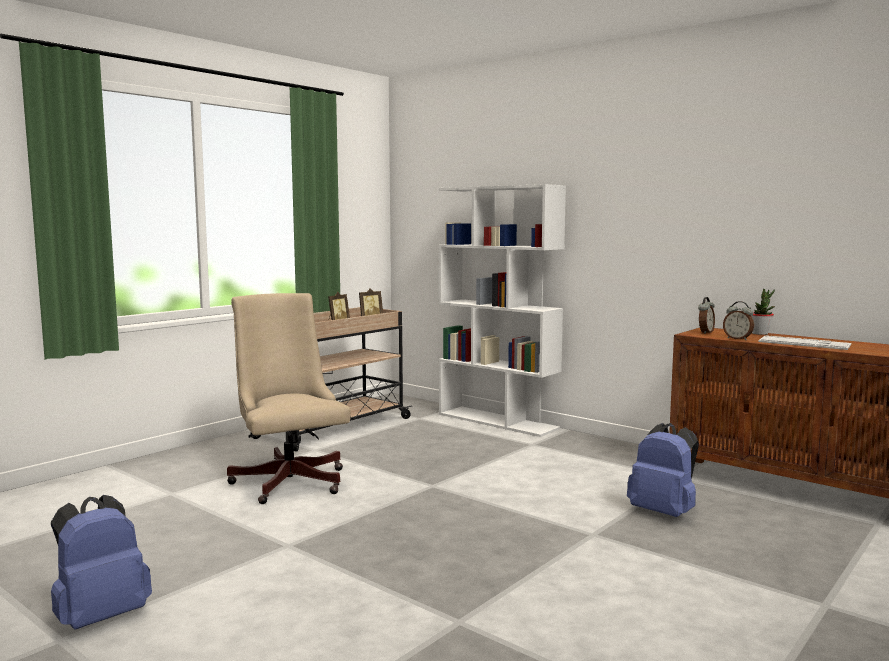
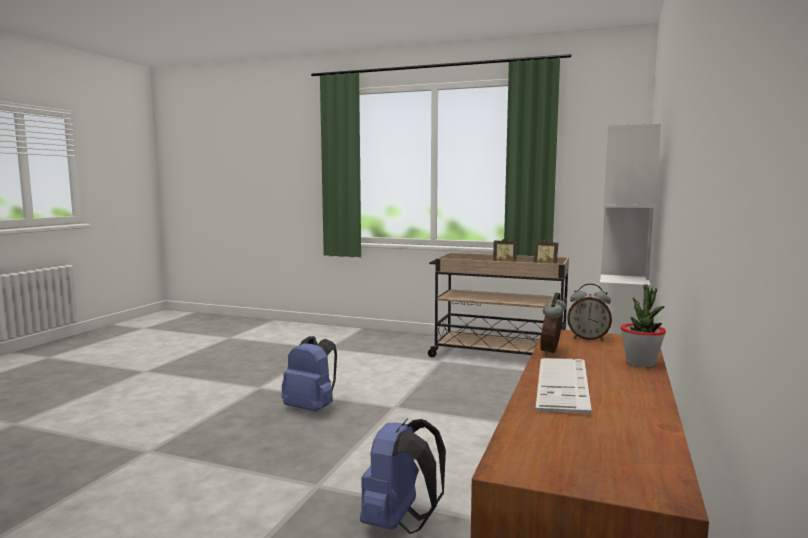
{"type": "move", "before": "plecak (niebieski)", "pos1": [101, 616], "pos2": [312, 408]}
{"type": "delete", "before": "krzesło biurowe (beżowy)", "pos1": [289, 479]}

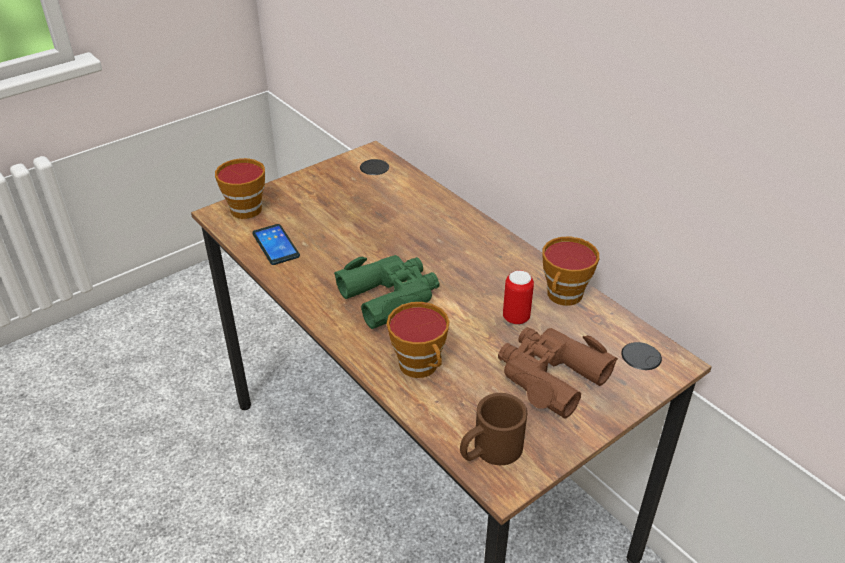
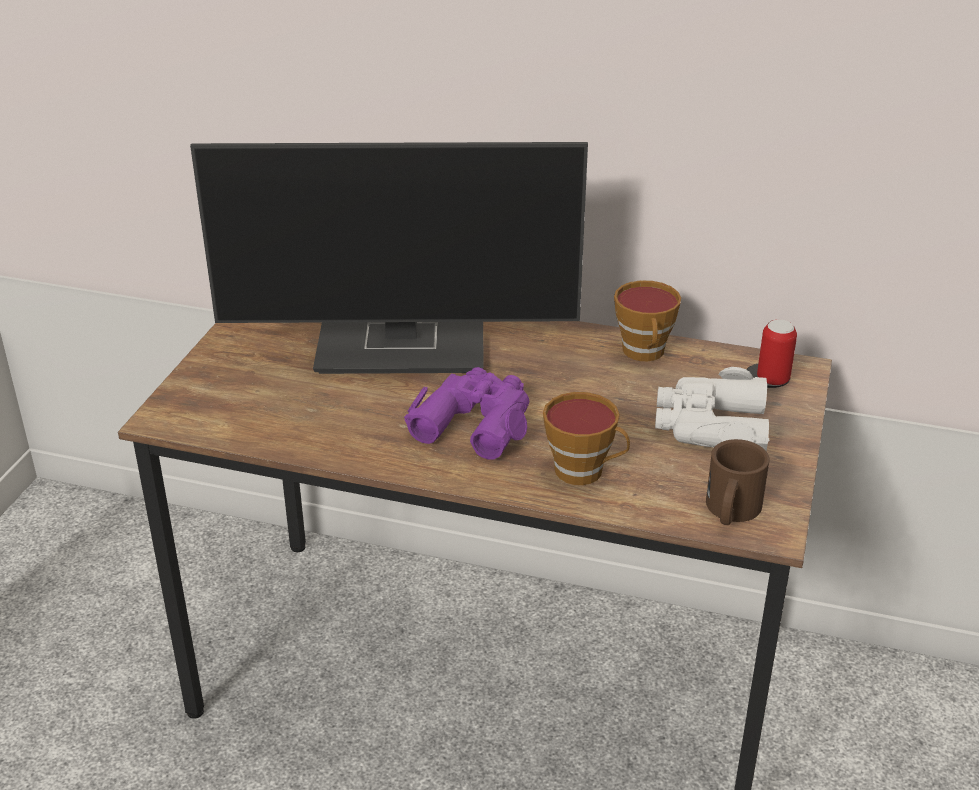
{"type": "insert", "after": "monitor", "pos2": [405, 346]}
{"type": "recolor", "before": "lornetka (zielony)", "after": "lornetka (fioletowy)", "pos1": [390, 296], "pos2": [475, 422]}
{"type": "recolor", "before": "lornetka (brązowy)", "after": "lornetka (biały)", "pos1": [550, 376], "pos2": [711, 426]}
{"type": "move", "before": "puszka", "pos1": [516, 318], "pos2": [773, 380]}
{"type": "delete", "before": "filiżanka", "pos1": [248, 207]}
{"type": "delete", "before": "telefon", "pos1": [275, 245]}

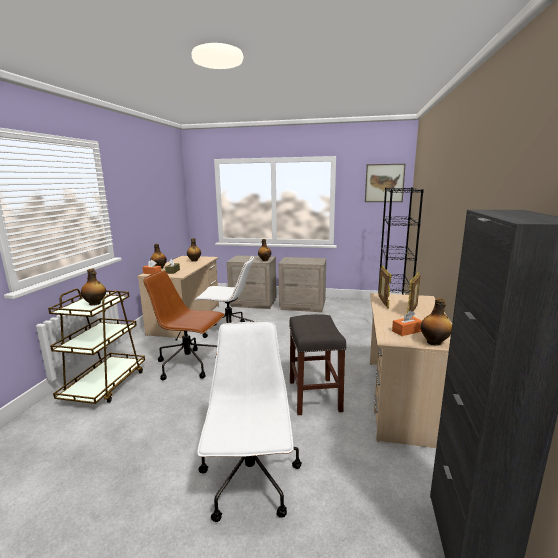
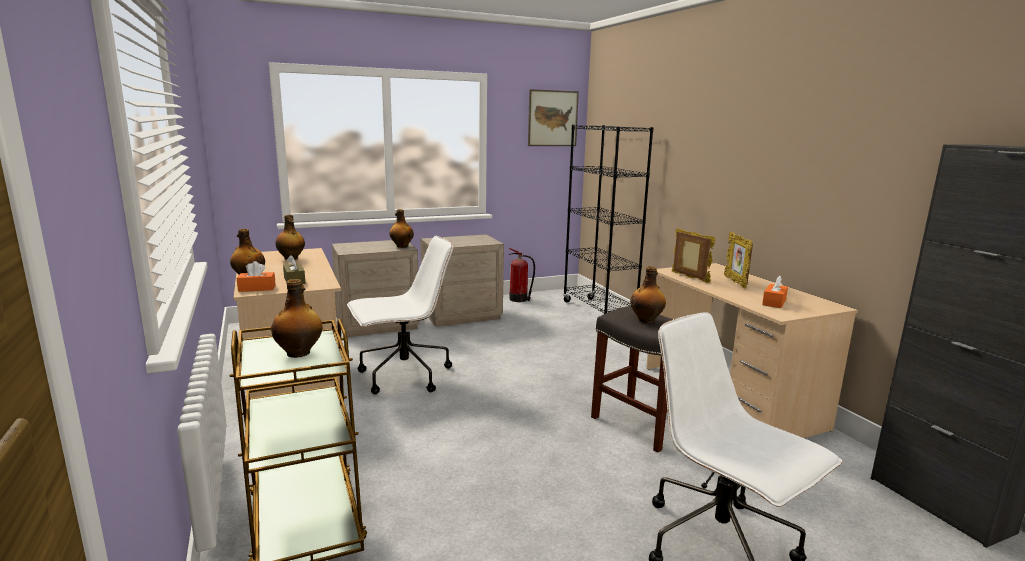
{"type": "insert", "after": "gaśnica", "pos2": [519, 299]}
{"type": "move", "before": "butelka", "pos1": [434, 342], "pos2": [646, 320]}
{"type": "delete", "before": "krzesło biurowe (brązowy)", "pos1": [189, 365]}

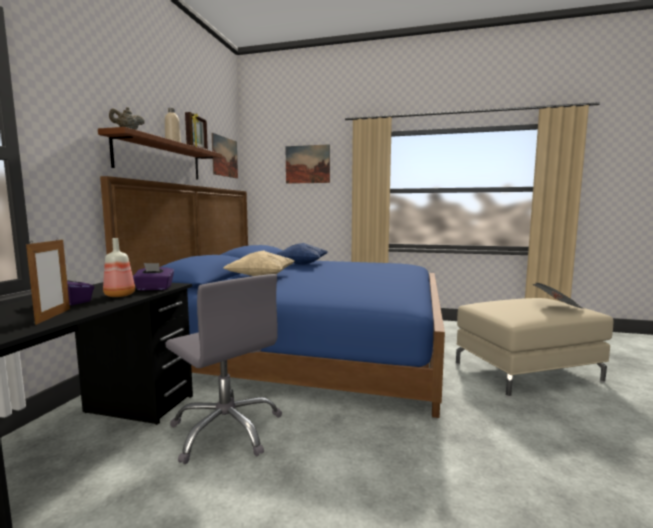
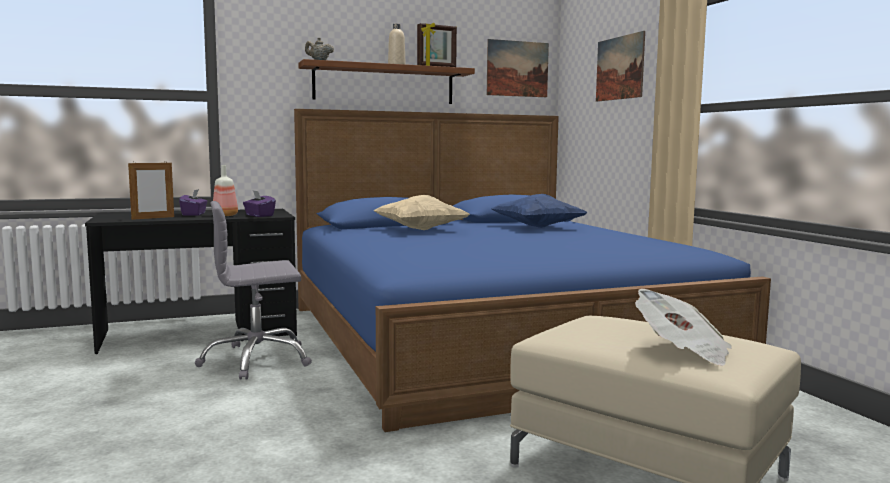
{"type": "rotate", "before": "krzesło biurowe (szary)", "pos1": [227, 429], "pos2": [256, 360], "turn": 60}

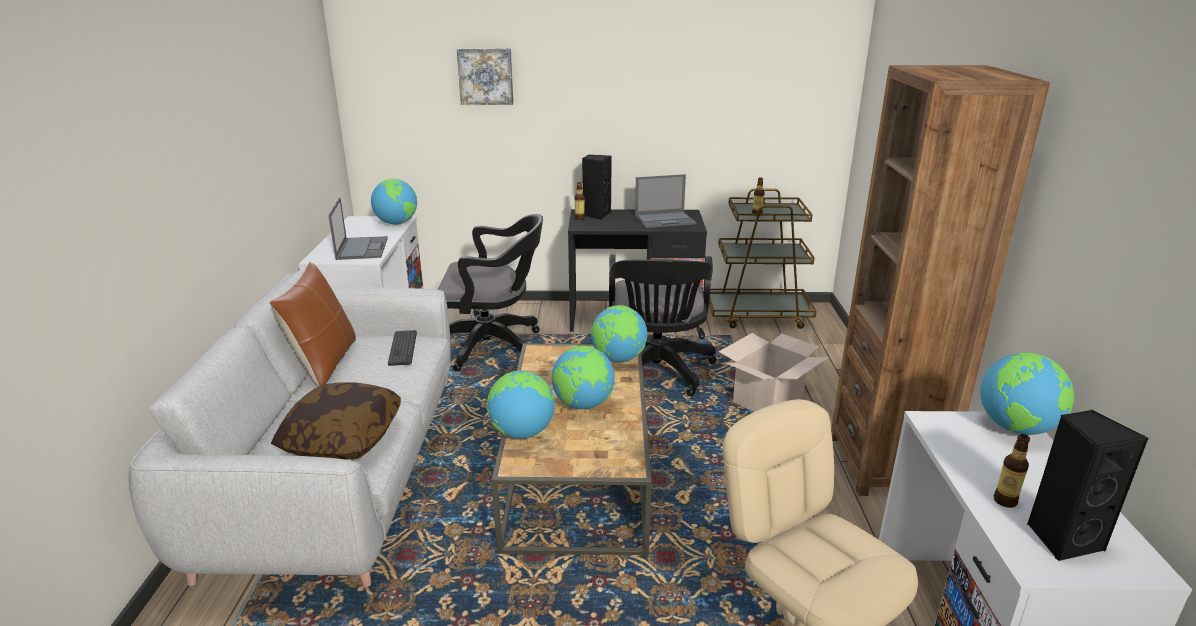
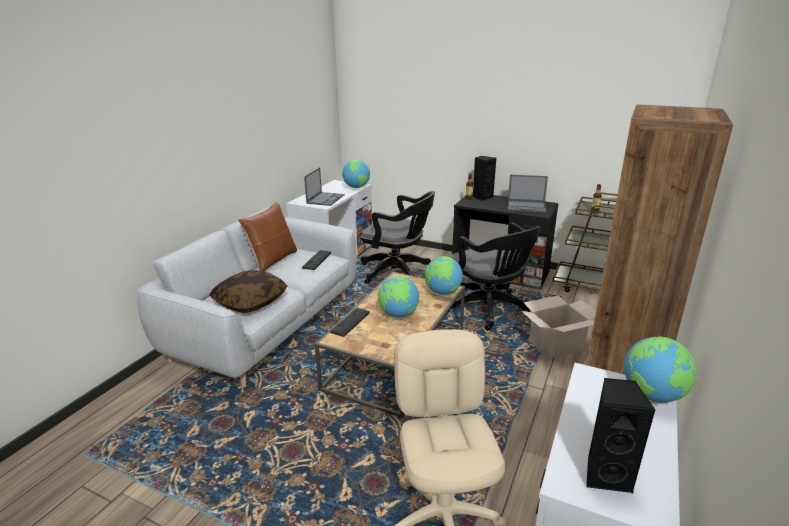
{"type": "replace", "before": "globus", "after": "klawiatura", "pos1": [522, 433], "pos2": [350, 322]}
{"type": "rotate", "before": "krzesło biurowe (czarny)", "pos1": [656, 372], "pos2": [490, 310], "turn": -60}
{"type": "delete", "before": "obraz", "pos1": [486, 76]}
{"type": "delete", "before": "butelka", "pos1": [1005, 501]}

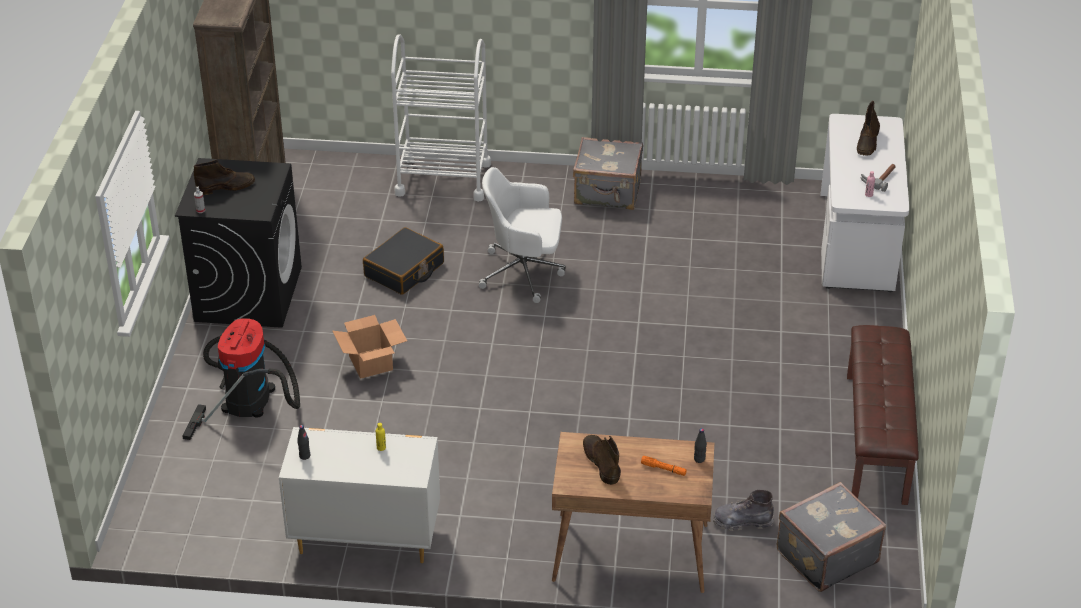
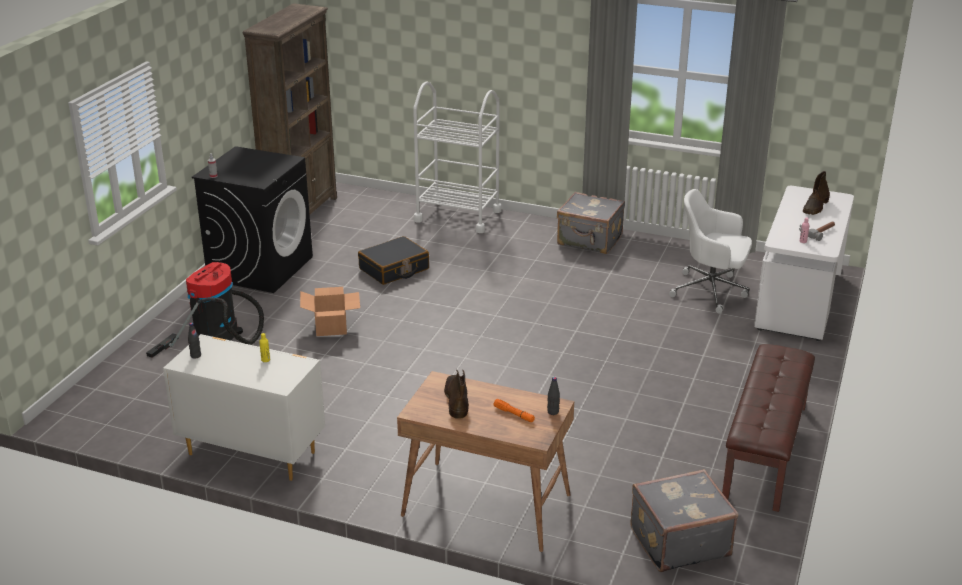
{"type": "move", "before": "krzesło biurowe (biały)", "pos1": [524, 273], "pos2": [711, 291]}
{"type": "delete", "before": "but z cholewką (brązowy)", "pos1": [226, 187]}
{"type": "delete", "before": "but z cholewką (szary)", "pos1": [742, 521]}

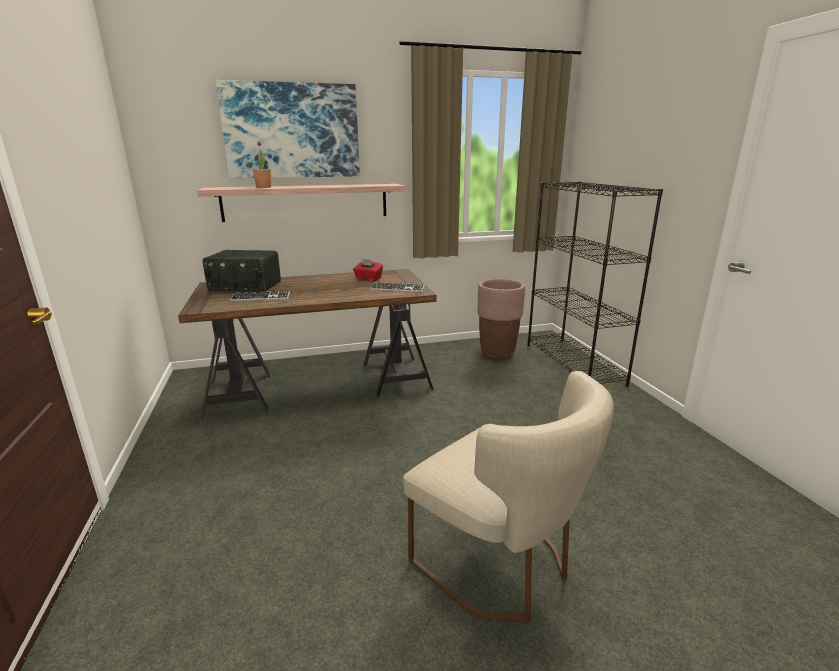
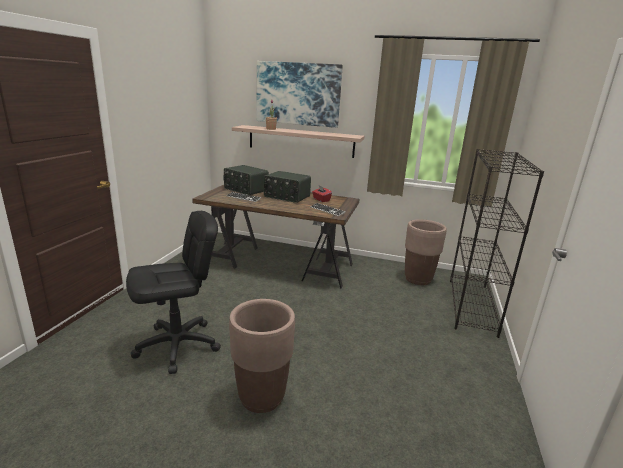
{"type": "insert", "after": "krzesło biurowe (czarny)", "pos2": [178, 345]}
{"type": "replace", "before": "krzesło (beżowy)", "after": "donica (brązowy)", "pos1": [501, 565], "pos2": [261, 397]}
{"type": "insert", "after": "radio", "pos2": [286, 197]}

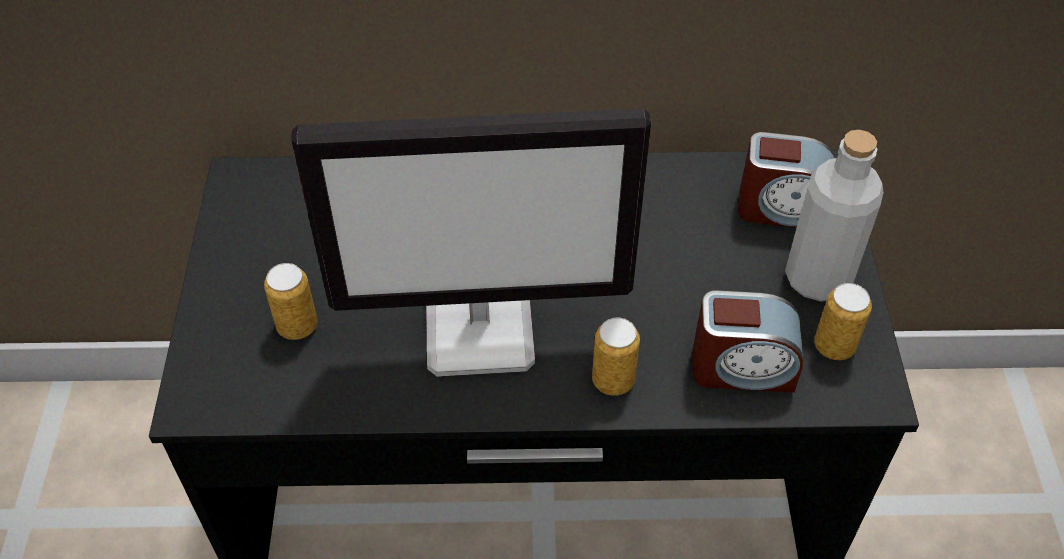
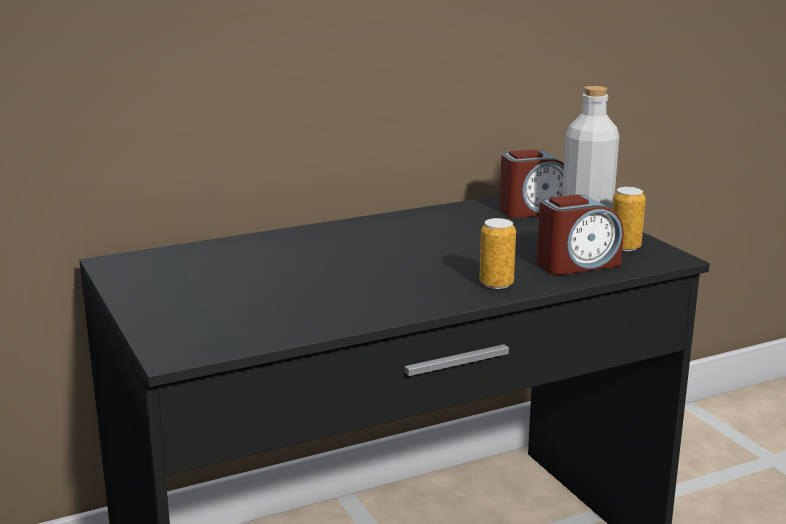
{"type": "delete", "before": "puszka", "pos1": [297, 326]}
{"type": "delete", "before": "monitor", "pos1": [482, 330]}

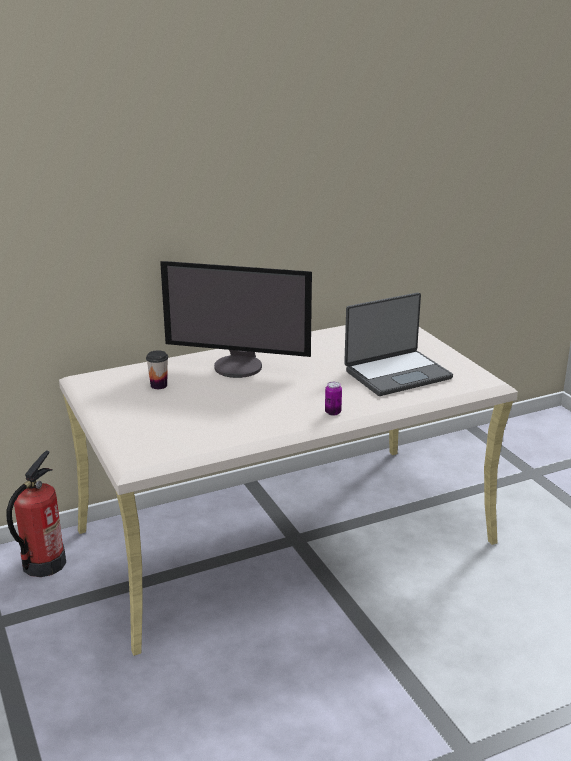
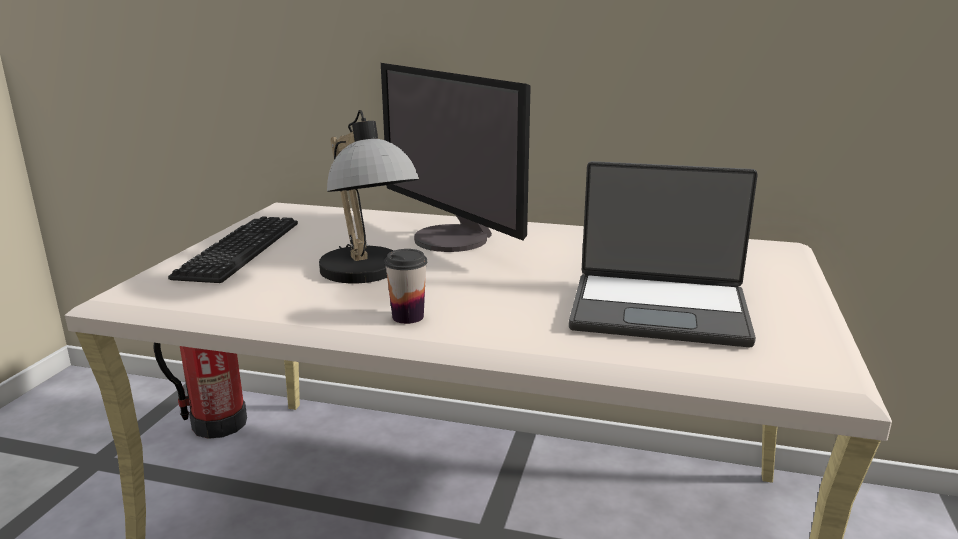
{"type": "insert", "after": "klawiatura", "pos2": [240, 250]}
{"type": "insert", "after": "lampa stołowa", "pos2": [368, 276]}
{"type": "move", "before": "filiżanka", "pos1": [159, 385], "pos2": [408, 317]}
{"type": "delete", "before": "puszka", "pos1": [333, 412]}

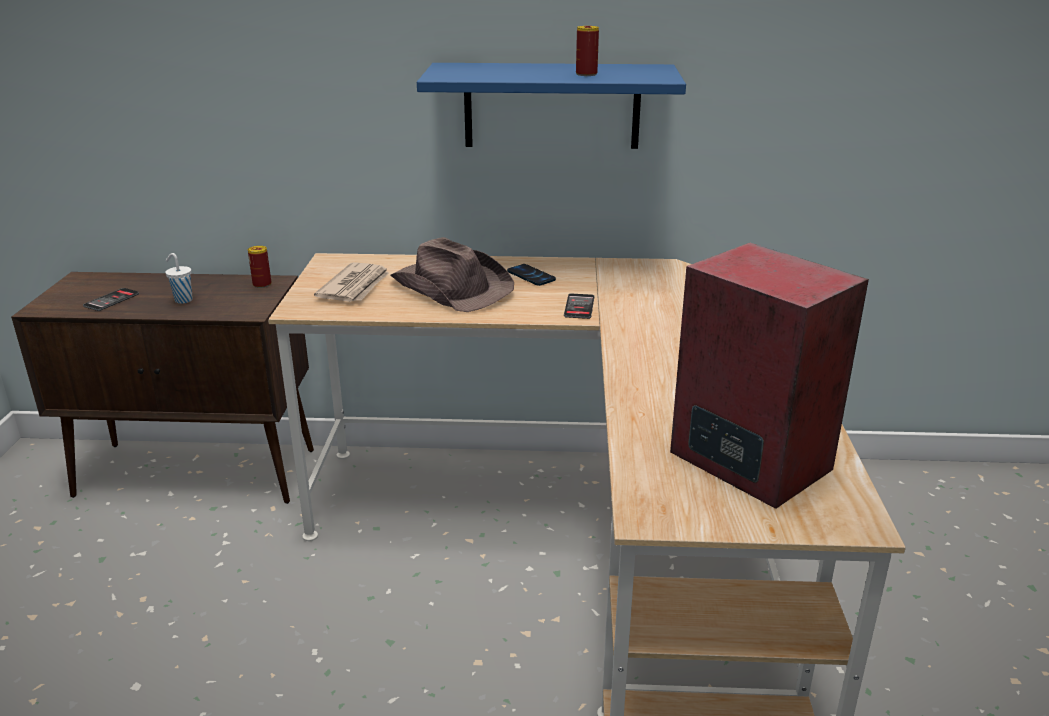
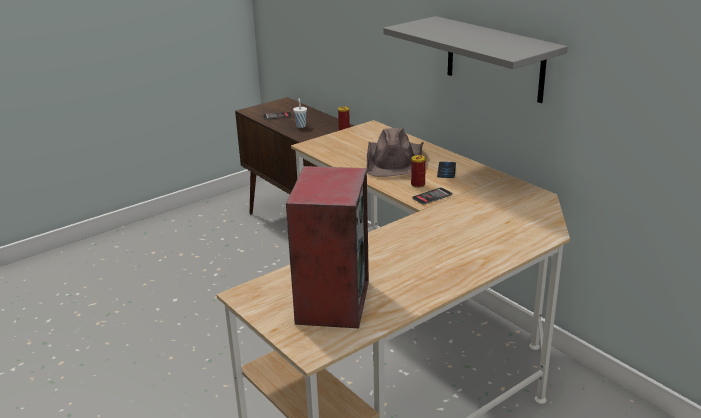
{"type": "recolor", "before": "półka (niebieski)", "after": "półka (szary)", "pos1": [552, 106], "pos2": [494, 59]}
{"type": "move", "before": "puszka", "pos1": [586, 74], "pos2": [418, 184]}
{"type": "delete", "before": "gazeta", "pos1": [355, 286]}

